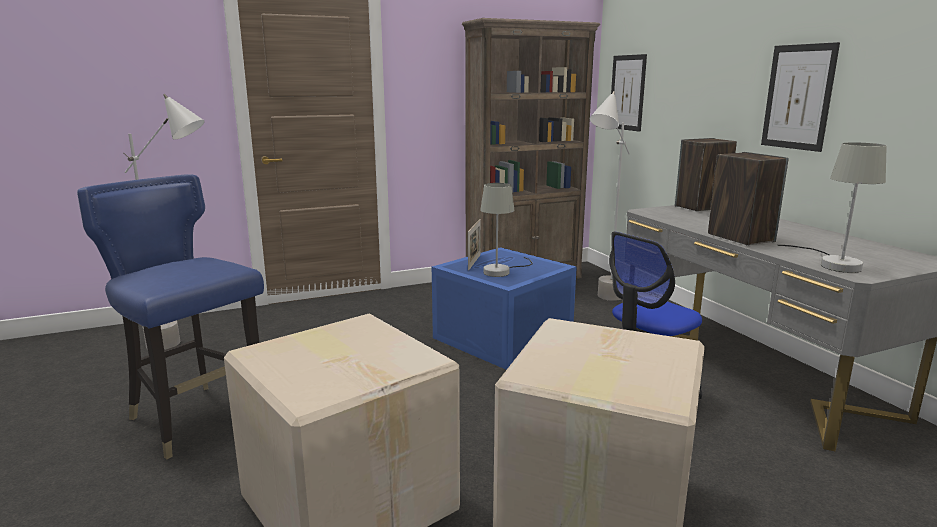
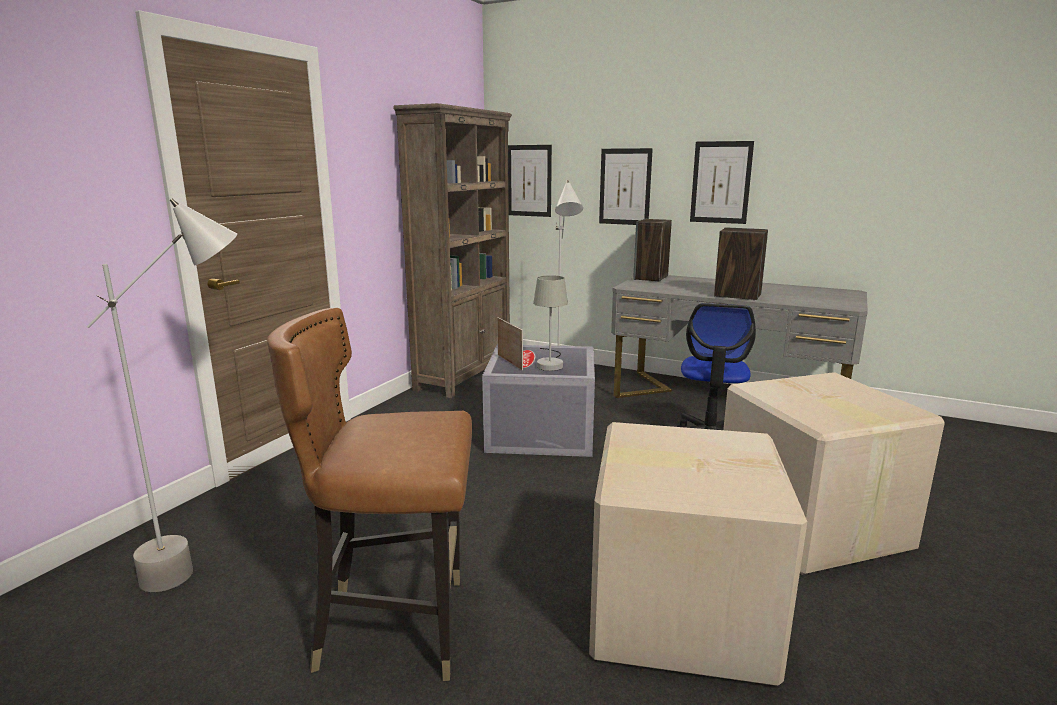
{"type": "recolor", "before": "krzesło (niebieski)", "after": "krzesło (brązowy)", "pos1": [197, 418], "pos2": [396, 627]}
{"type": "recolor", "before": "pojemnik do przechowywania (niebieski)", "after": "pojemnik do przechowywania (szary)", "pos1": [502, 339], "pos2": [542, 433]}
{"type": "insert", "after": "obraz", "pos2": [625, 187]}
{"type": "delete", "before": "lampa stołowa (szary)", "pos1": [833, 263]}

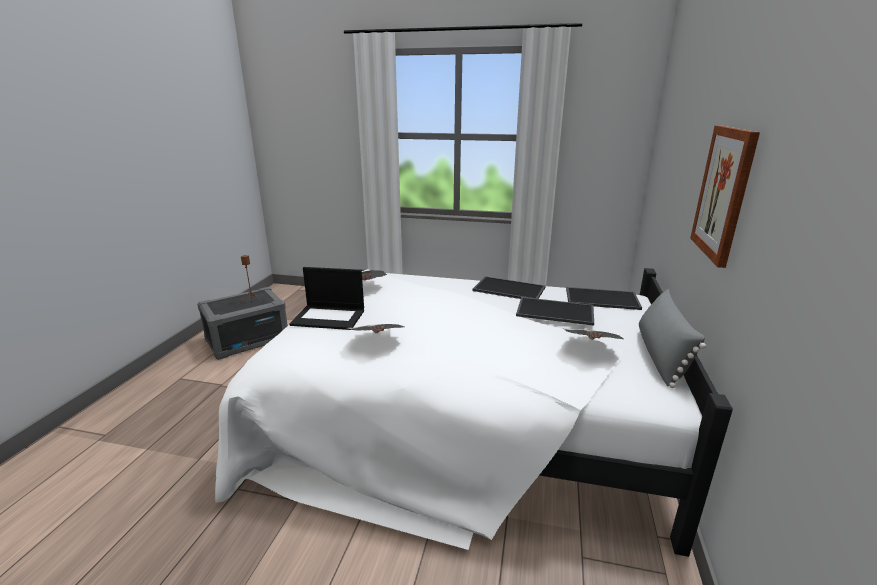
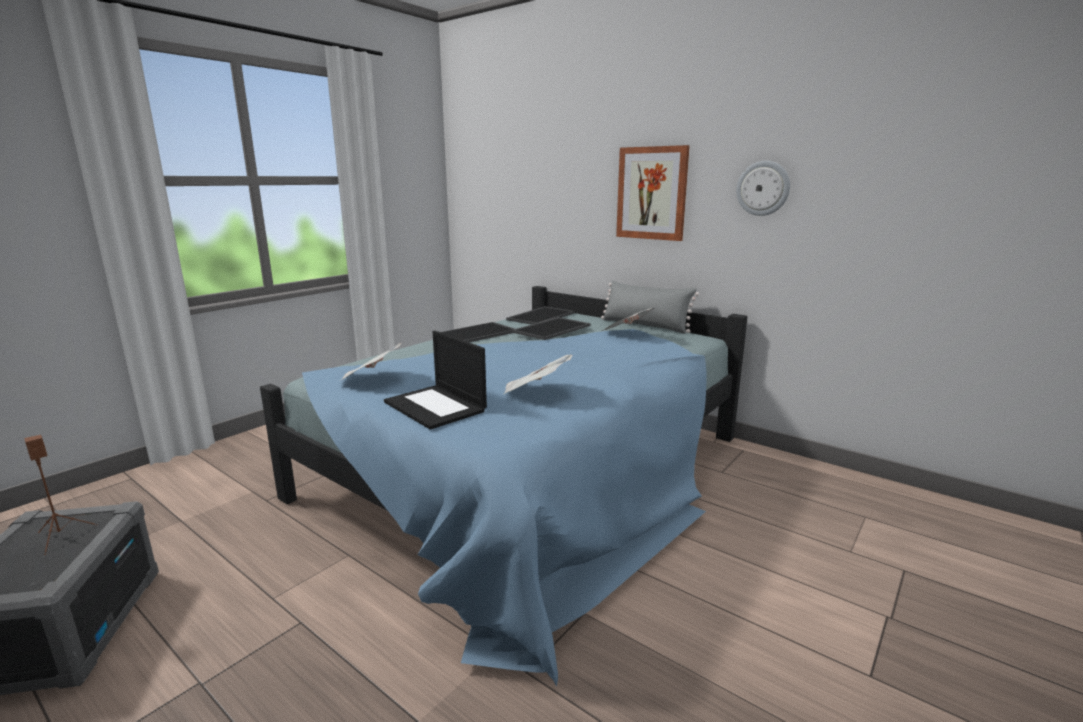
{"type": "recolor", "before": "łóżko (biały)", "after": "łóżko (niebieski)", "pos1": [464, 419], "pos2": [532, 474]}
{"type": "rotate", "before": "laptop", "pos1": [329, 317], "pos2": [436, 406], "turn": 105}
{"type": "insert", "after": "zegar ścienny", "pos2": [763, 188]}

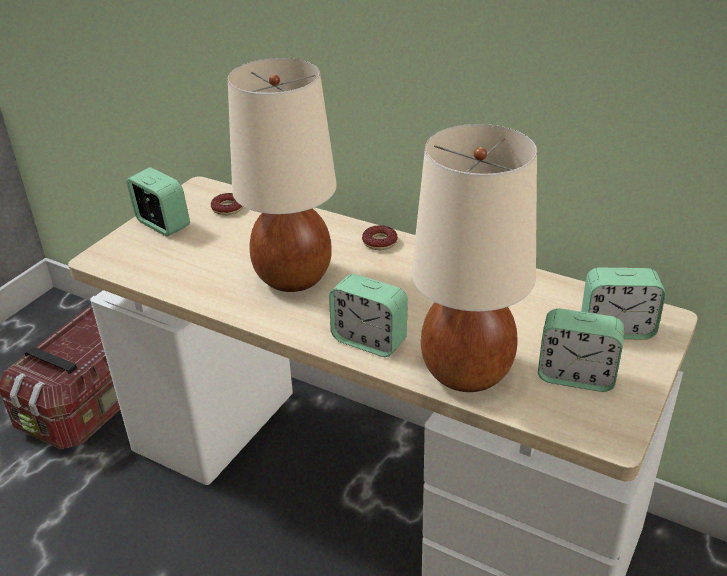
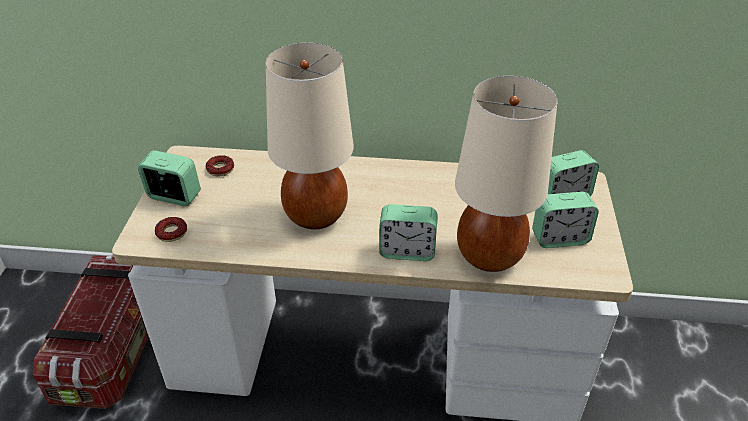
{"type": "move", "before": "donut", "pos1": [380, 242], "pos2": [172, 232]}

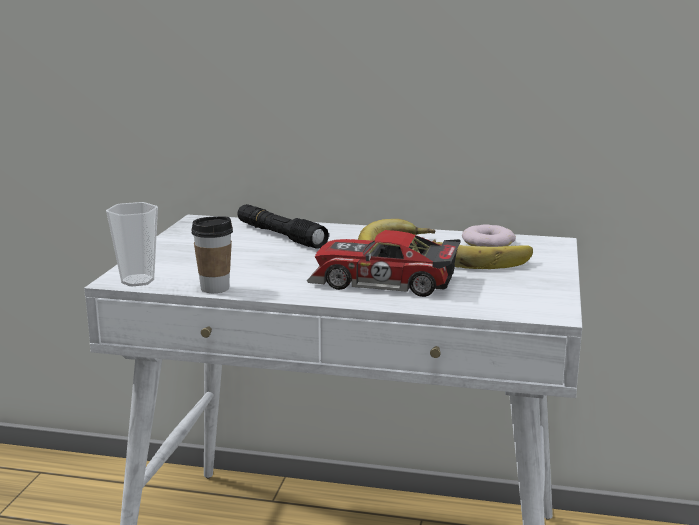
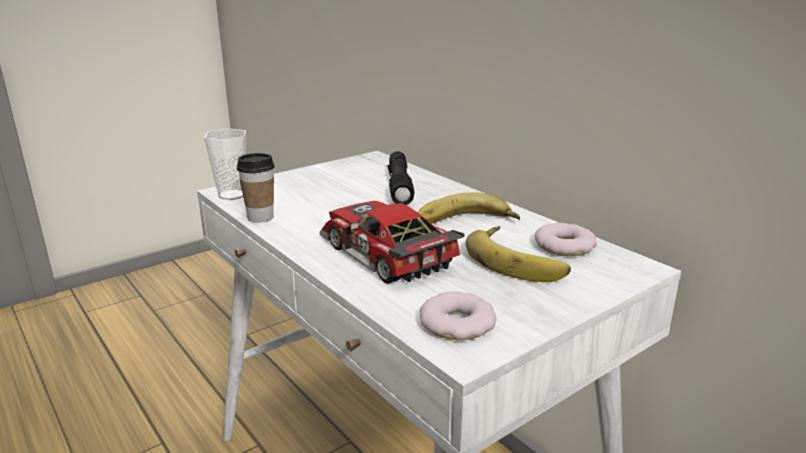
{"type": "insert", "after": "donut", "pos2": [457, 323]}

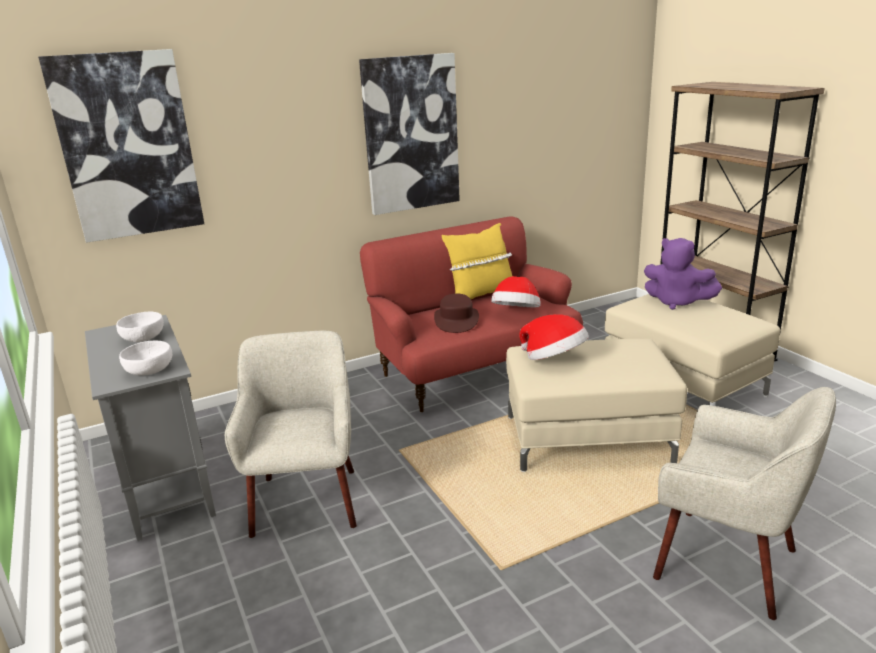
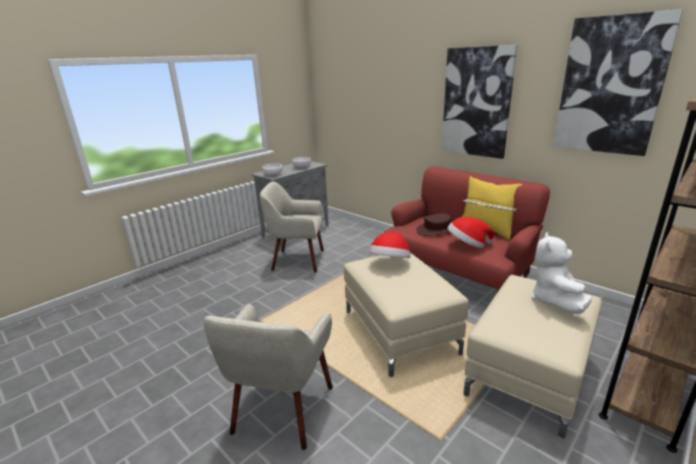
{"type": "rotate", "before": "fotel (beżowy)", "pos1": [307, 500], "pos2": [297, 260], "turn": -150}
{"type": "recolor", "before": "pluszak (fioletowy)", "after": "pluszak (biały)", "pos1": [677, 302], "pos2": [555, 301]}
{"type": "move", "before": "obraz", "pos1": [127, 146], "pos2": [610, 86]}

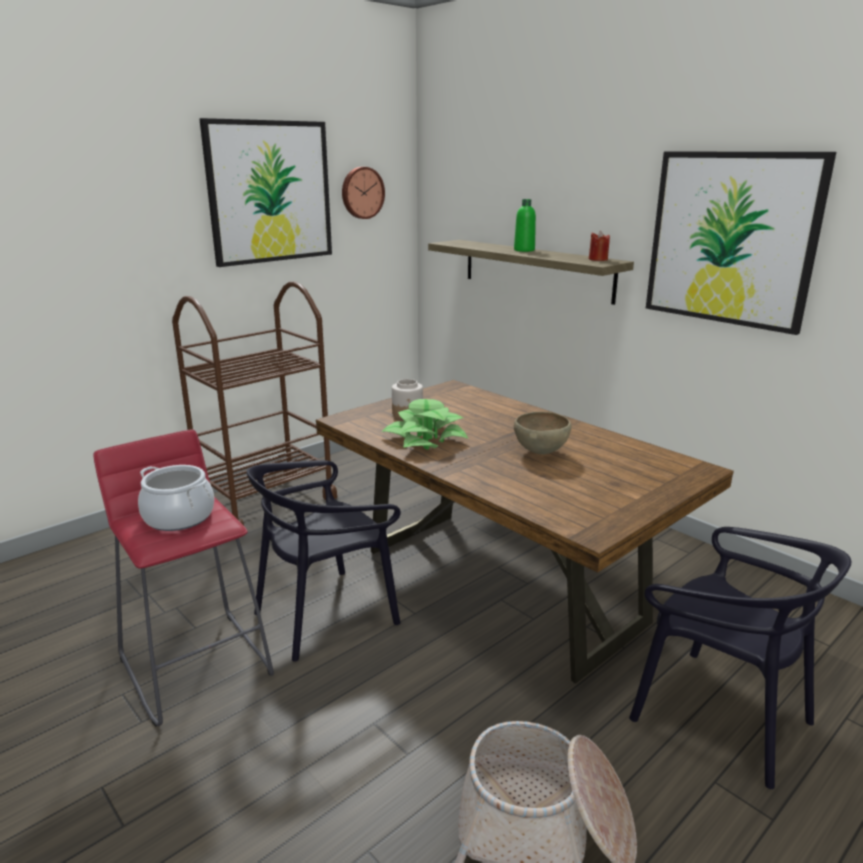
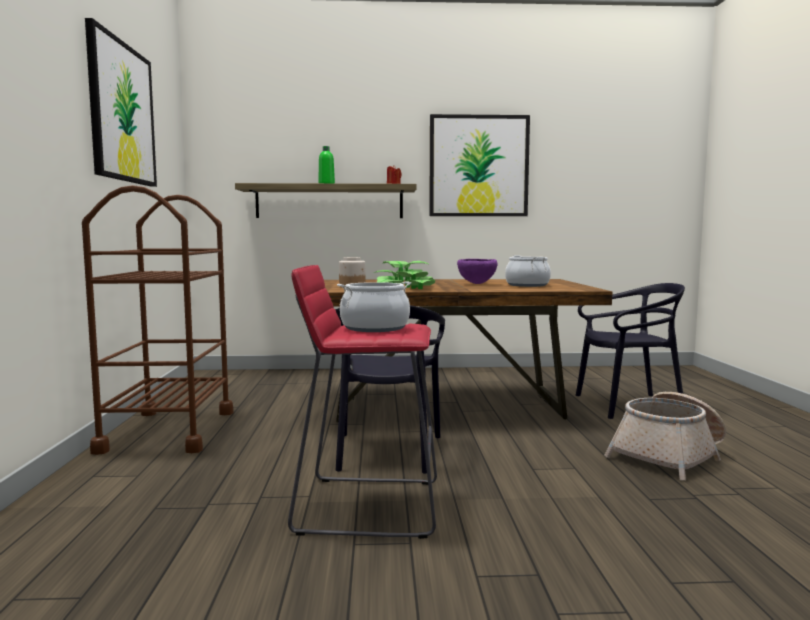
{"type": "recolor", "before": "miska (brązowy)", "after": "miska (fioletowy)", "pos1": [541, 452], "pos2": [476, 284]}
{"type": "insert", "after": "garnek", "pos2": [527, 285]}
{"type": "delete", "before": "zegar ścienny", "pos1": [361, 193]}

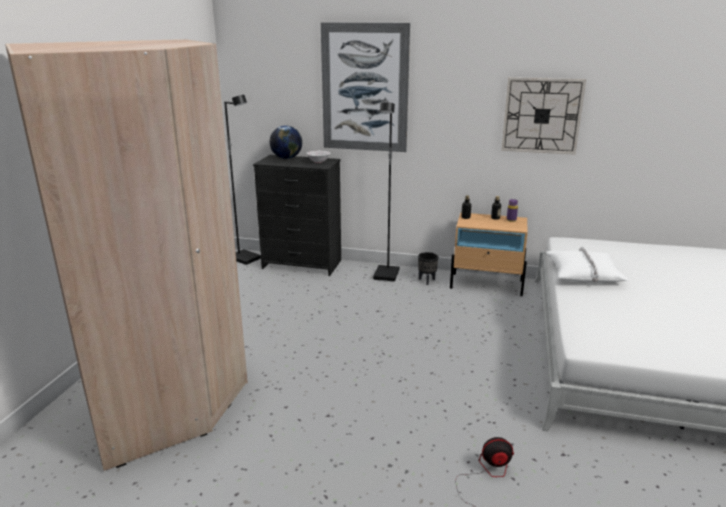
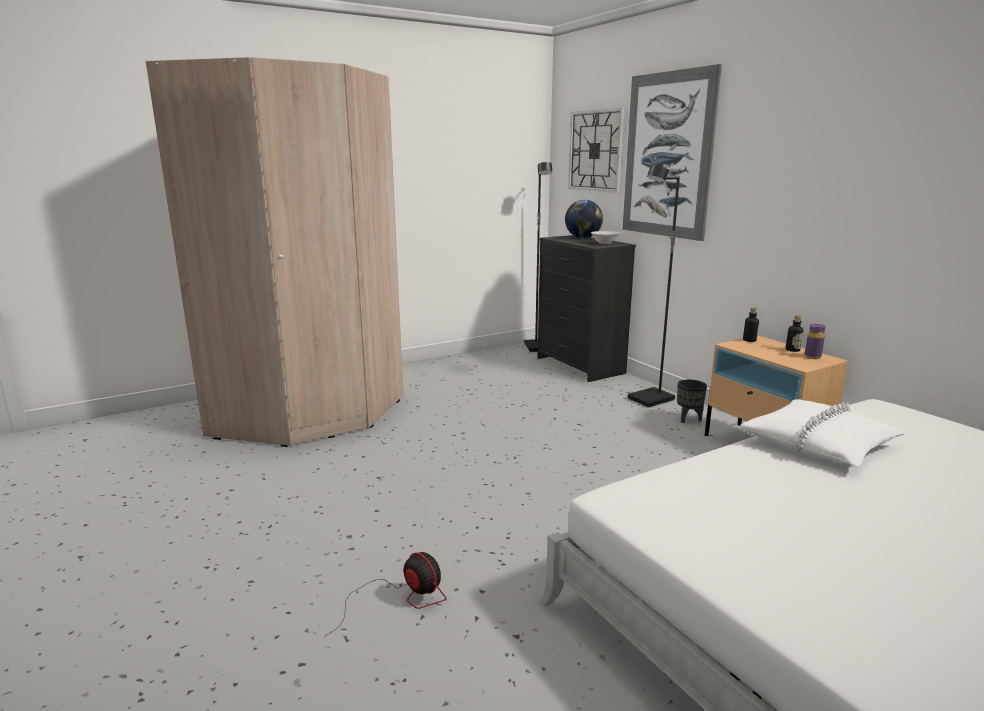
{"type": "move", "before": "zegar ścienny", "pos1": [542, 115], "pos2": [595, 151]}

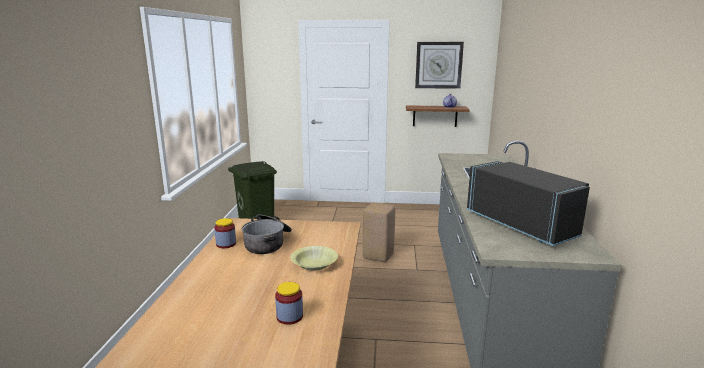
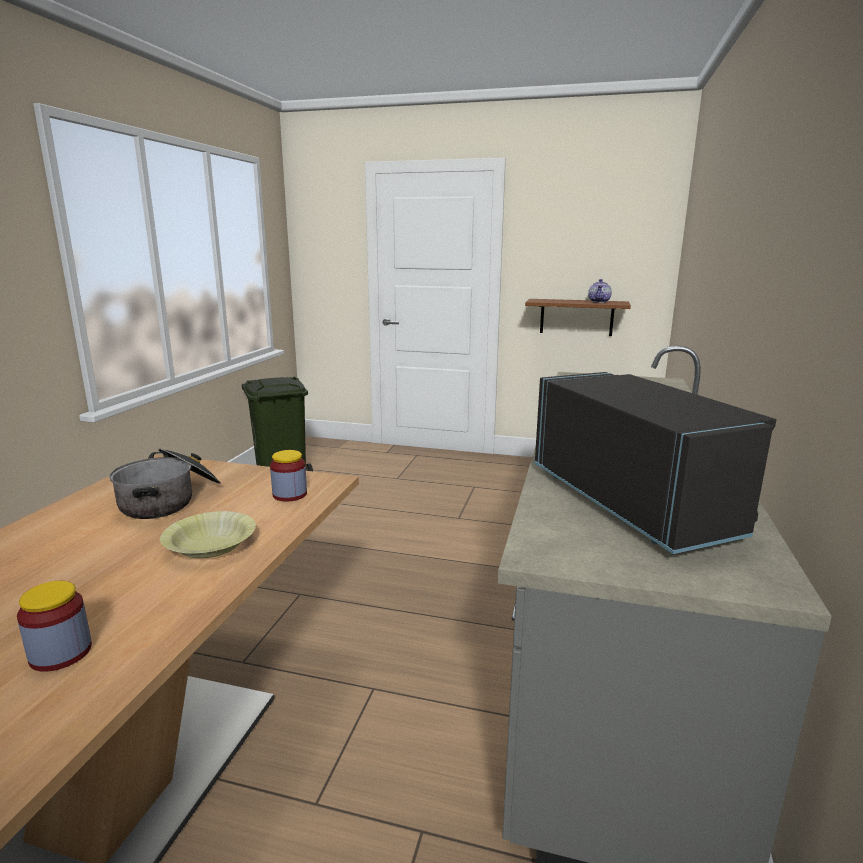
{"type": "move", "before": "słoik", "pos1": [226, 244], "pos2": [290, 494]}
{"type": "delete", "before": "stołek (beżowy)", "pos1": [379, 256]}
{"type": "delete", "before": "zegar ścienny", "pos1": [438, 65]}

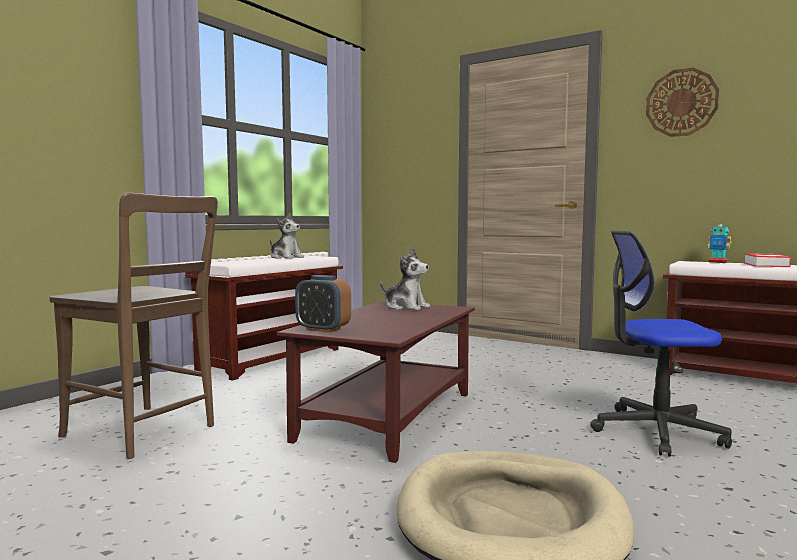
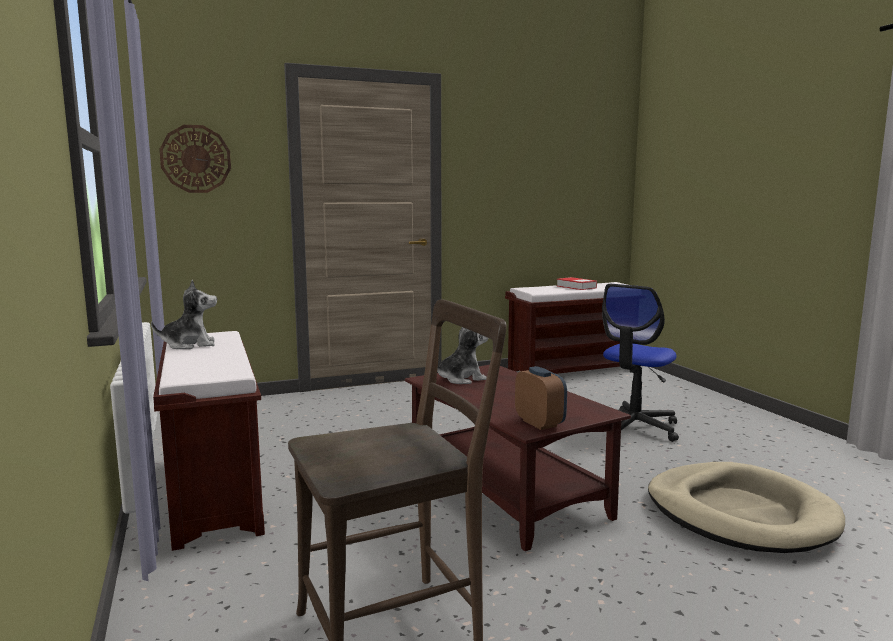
{"type": "move", "before": "zegar ścienny", "pos1": [681, 102], "pos2": [195, 159]}
{"type": "rotate", "before": "budzik", "pos1": [323, 329], "pos2": [539, 423], "turn": -90}
{"type": "delete", "before": "robot zabawkowy", "pos1": [717, 262]}

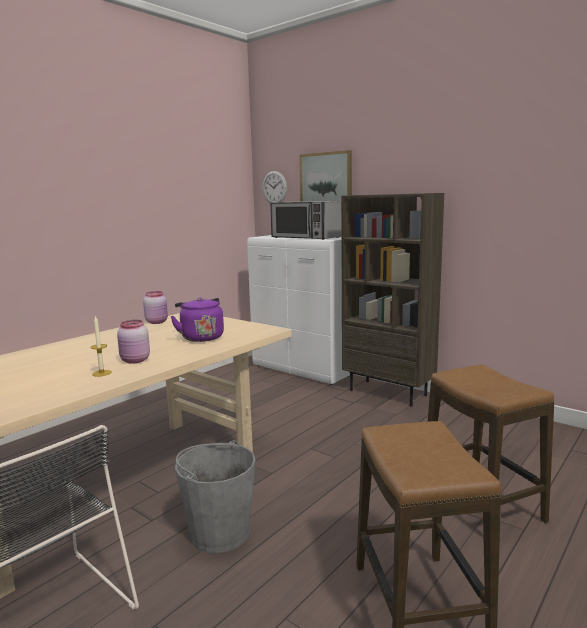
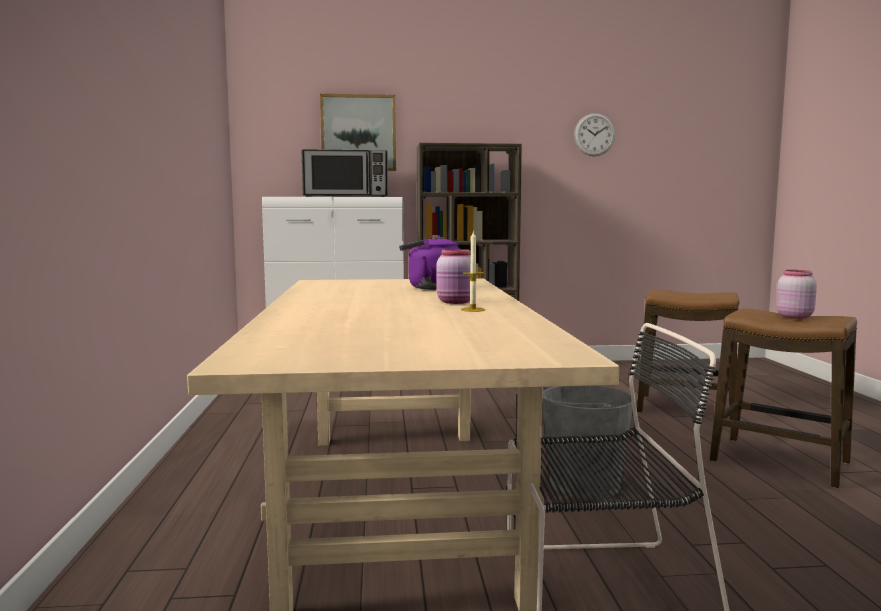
{"type": "move", "before": "zegar ścienny", "pos1": [274, 187], "pos2": [594, 134]}
{"type": "move", "before": "słoik (różowy)", "pos1": [157, 322], "pos2": [794, 316]}

